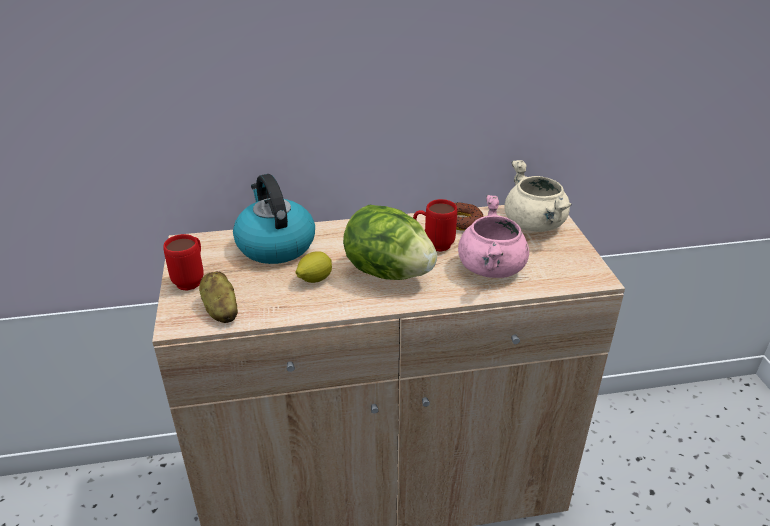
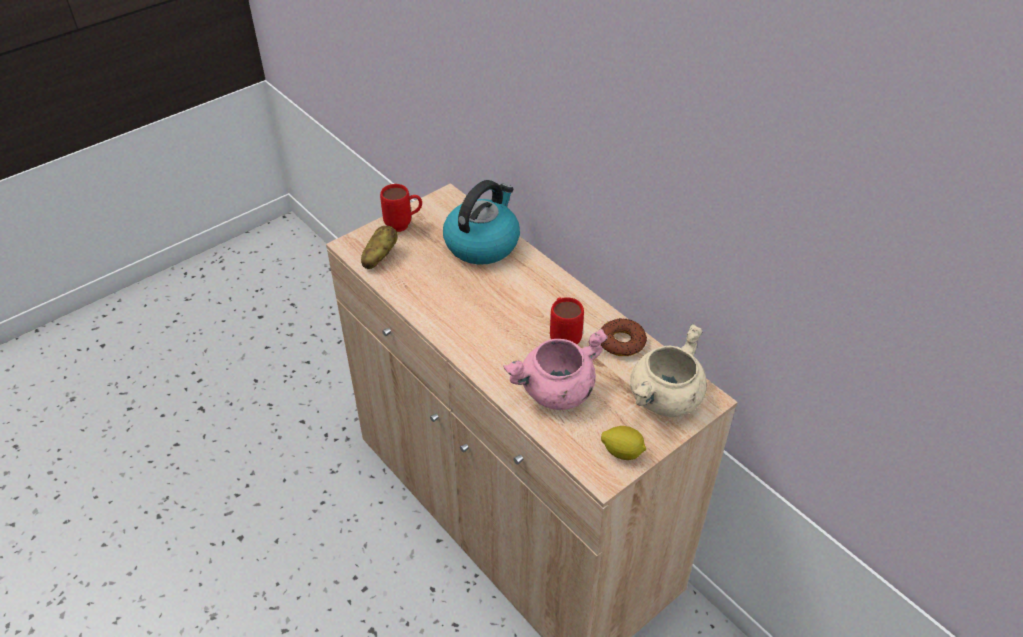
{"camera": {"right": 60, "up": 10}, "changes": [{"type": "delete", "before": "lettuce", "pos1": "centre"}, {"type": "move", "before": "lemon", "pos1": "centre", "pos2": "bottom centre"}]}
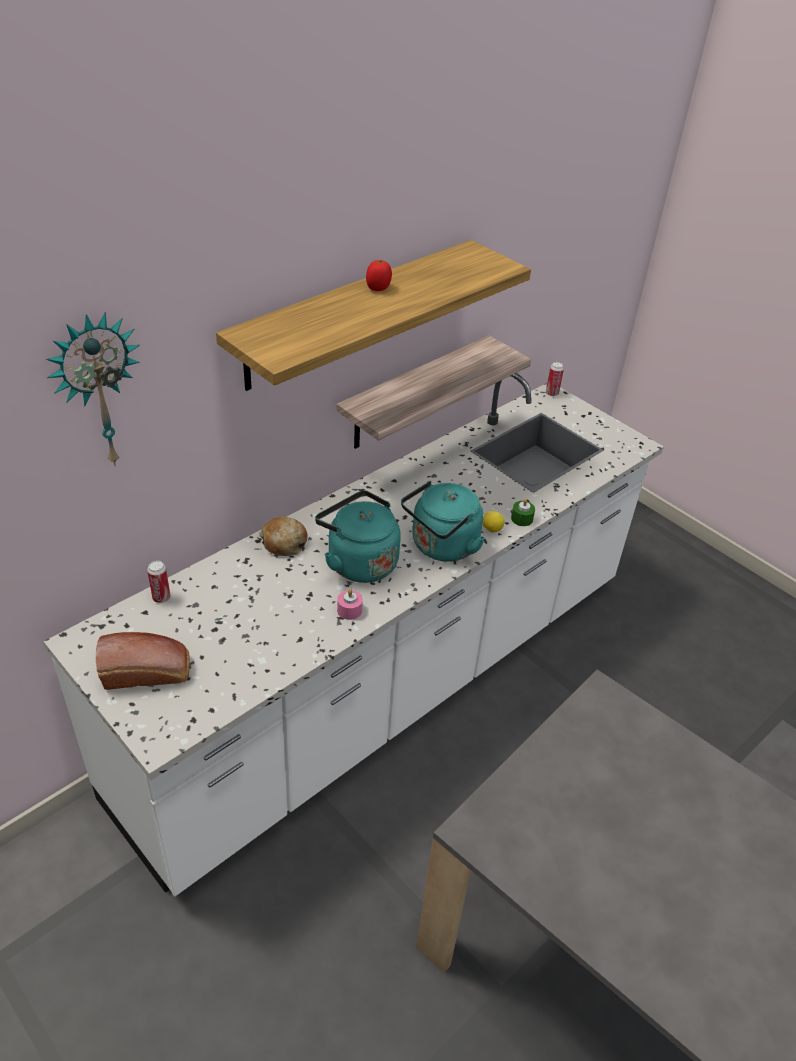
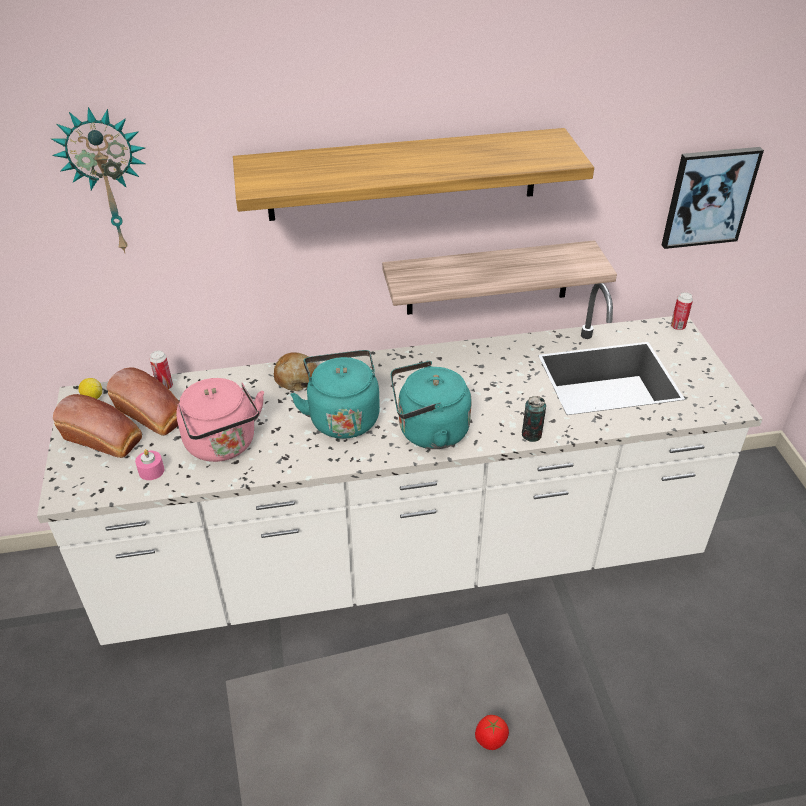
{"camera": {"right": 35, "up": 0}, "changes": [{"type": "move", "before": "tomato", "pos1": "top centre", "pos2": "bottom centre"}, {"type": "replace", "before": "green candle", "after": "can (2nd from left)", "pos1": "centre", "pos2": "centre"}, {"type": "move", "before": "lemon", "pos1": "centre", "pos2": "middle left"}, {"type": "move", "before": "pink candle", "pos1": "centre", "pos2": "middle left"}, {"type": "insert", "after": "picture", "pos2": "top right"}, {"type": "insert", "after": "bread (2nd from left)", "pos2": "middle left"}, {"type": "insert", "after": "pink kettle", "pos2": "middle left"}]}
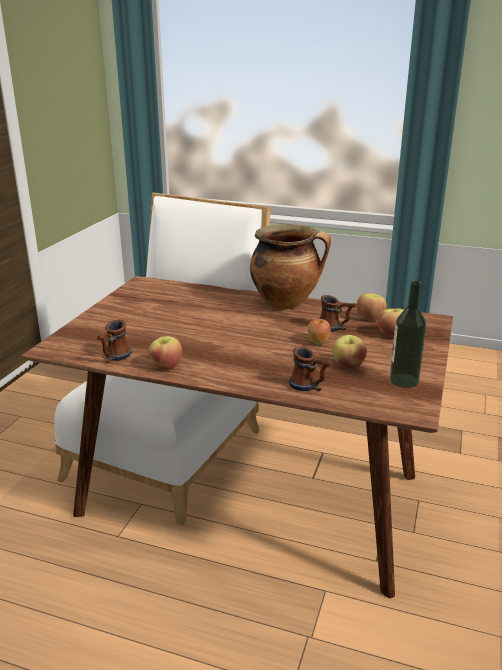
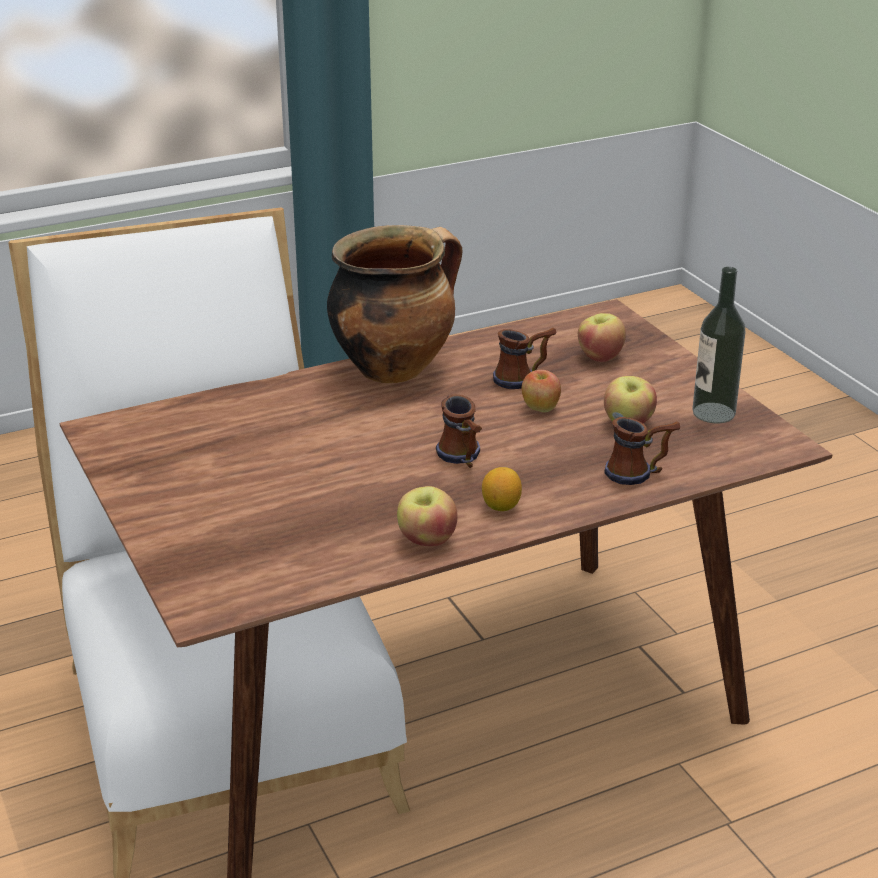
{"camera": {"right": -45, "up": 5}, "changes": [{"type": "delete", "before": "apple (4th from left)", "pos1": "middle right"}, {"type": "move", "before": "mug (1st from left)", "pos1": "middle left", "pos2": "centre"}, {"type": "insert", "after": "lemon", "pos2": "centre"}]}
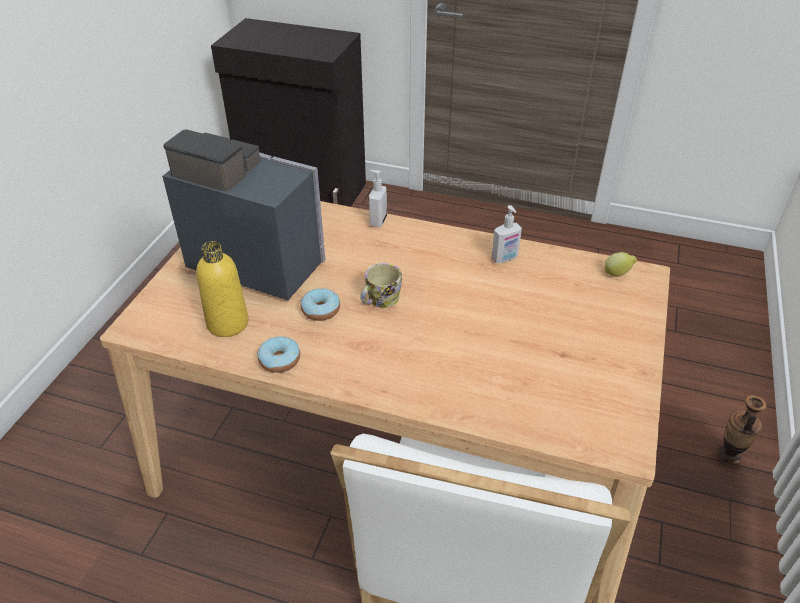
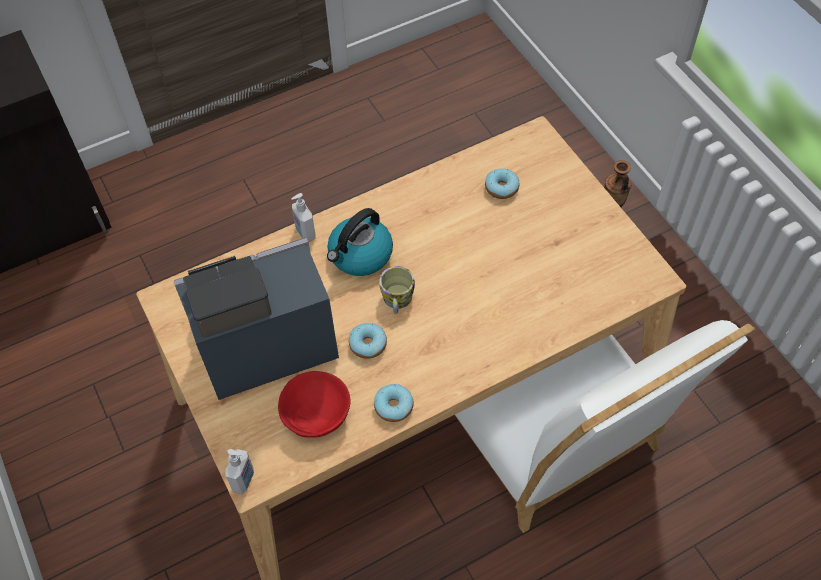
{"camera": {"right": -45, "up": 15}, "changes": [{"type": "move", "before": "soap dispenser (2nd from left in the first image)", "after": "soap dispenser (1st from left)", "pos1": "centre", "pos2": "bottom left"}, {"type": "replace", "before": "yellow bottle", "after": "red bowl", "pos1": "middle left", "pos2": "bottom centre"}, {"type": "delete", "before": "lemon", "pos1": "middle right"}, {"type": "insert", "after": "donut (3rd from left)", "pos2": "top centre"}, {"type": "insert", "after": "kettle", "pos2": "centre"}]}
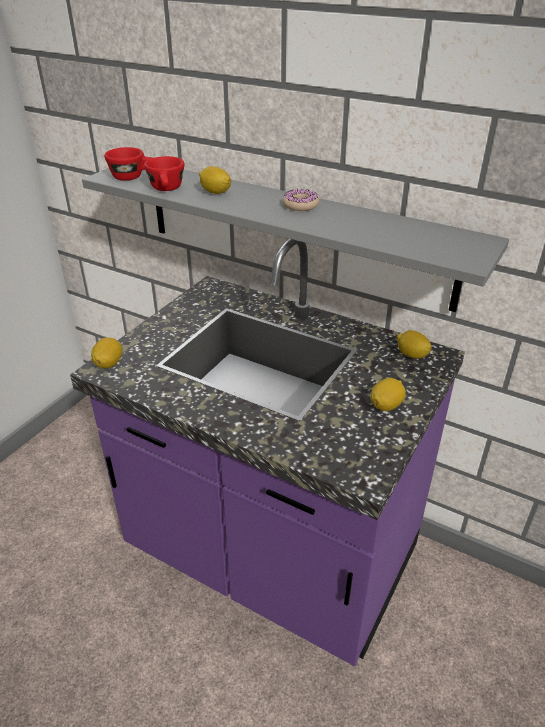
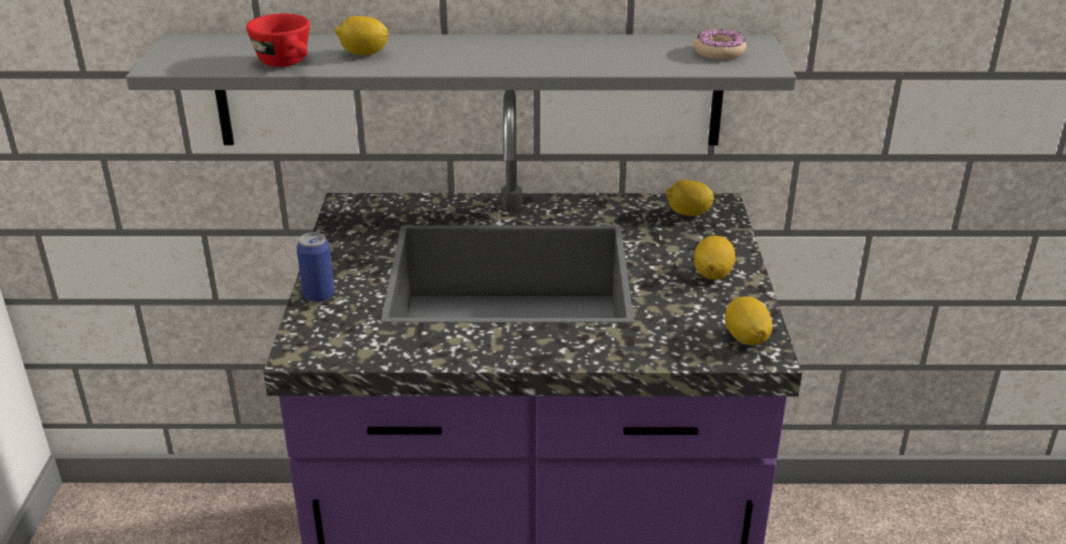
{"camera": {"right": -30, "up": -5}, "changes": [{"type": "delete", "before": "red cup (1st from left)", "pos1": "top left"}, {"type": "move", "before": "donut", "pos1": "top centre", "pos2": "top right"}, {"type": "move", "before": "lemon (1st from left in the first image)", "after": "lemon (4th from left)", "pos1": "middle left", "pos2": "middle right"}, {"type": "insert", "after": "can", "pos2": "middle left"}]}
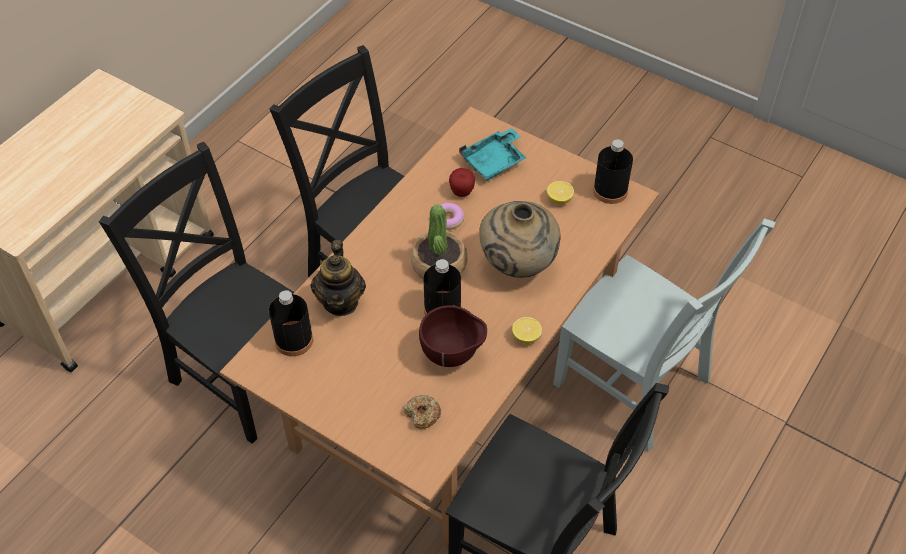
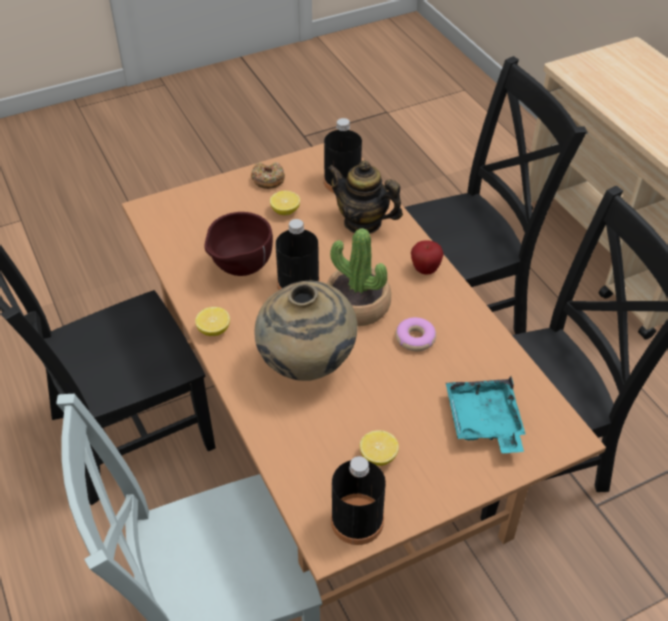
{"camera": {"right": 120, "up": -5}, "changes": [{"type": "move", "before": "apple", "pos1": "top centre", "pos2": "centre"}, {"type": "move", "before": "donut (1st from left)", "pos1": "bottom centre", "pos2": "top centre"}, {"type": "insert", "after": "lemon (2nd from left)", "pos2": "top centre"}]}
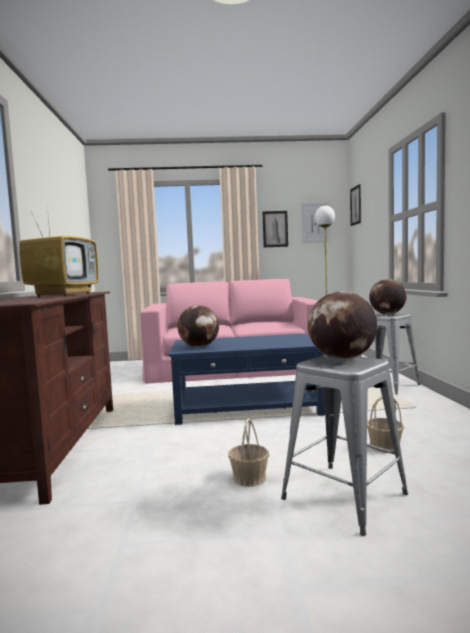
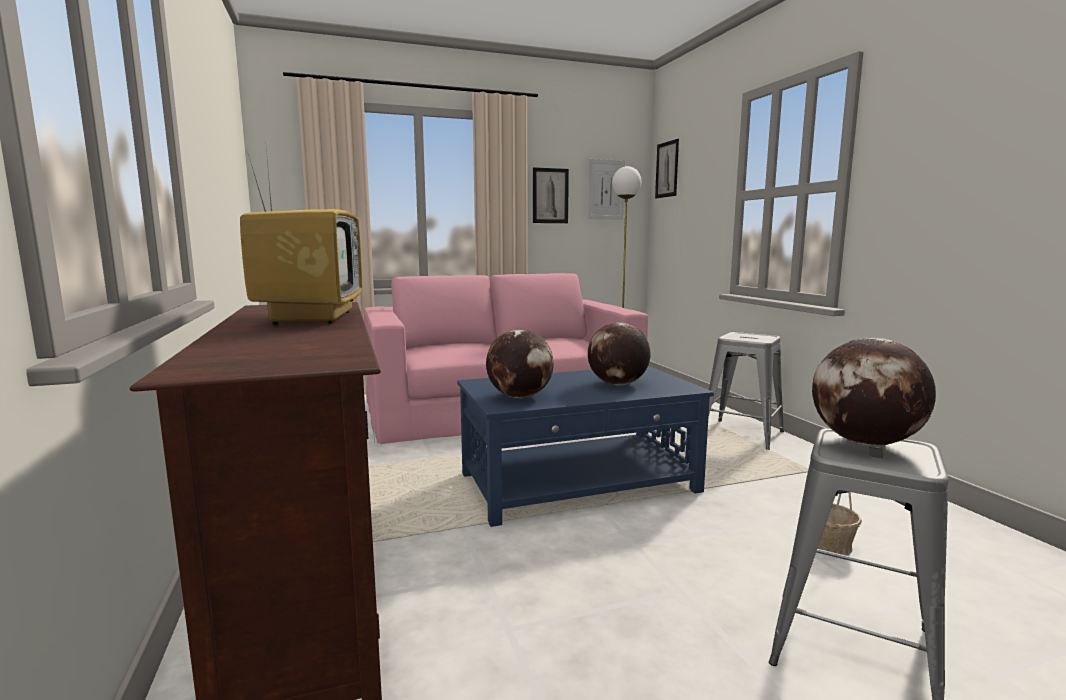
{"camera": {"right": -15, "up": 5}, "changes": [{"type": "move", "before": "globe (3rd from left in the first image)", "after": "globe (2nd from left)", "pos1": "middle right", "pos2": "centre"}, {"type": "delete", "before": "basket (1st from left)", "pos1": "bottom centre"}]}
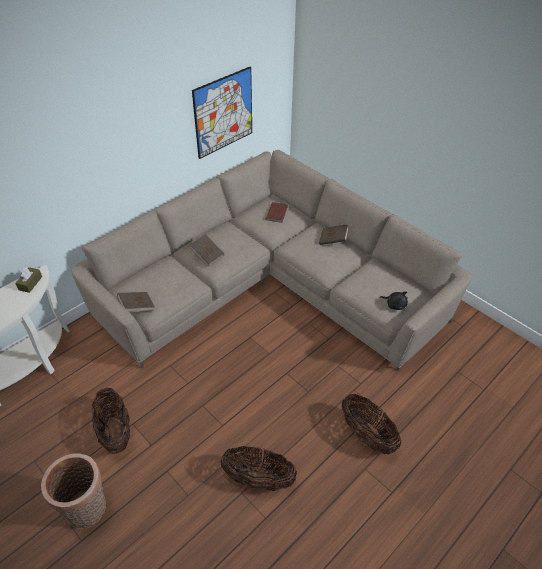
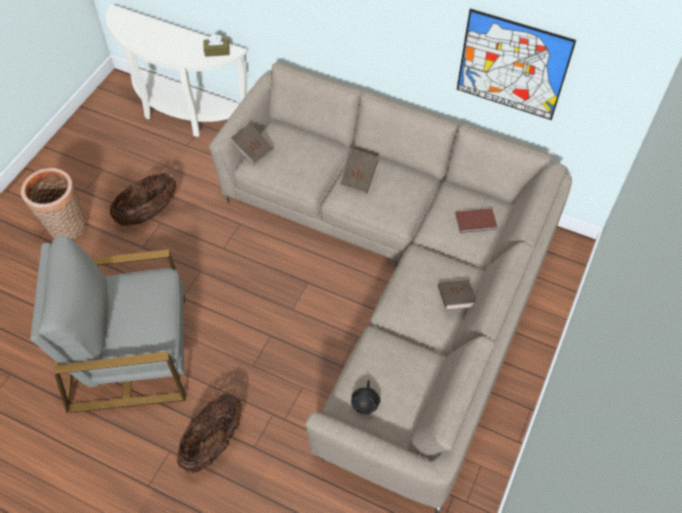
{"camera": {"right": 70, "up": 10}, "changes": [{"type": "replace", "before": "basket (3rd from left)", "after": "grey armchair", "pos1": "bottom centre", "pos2": "middle left"}]}
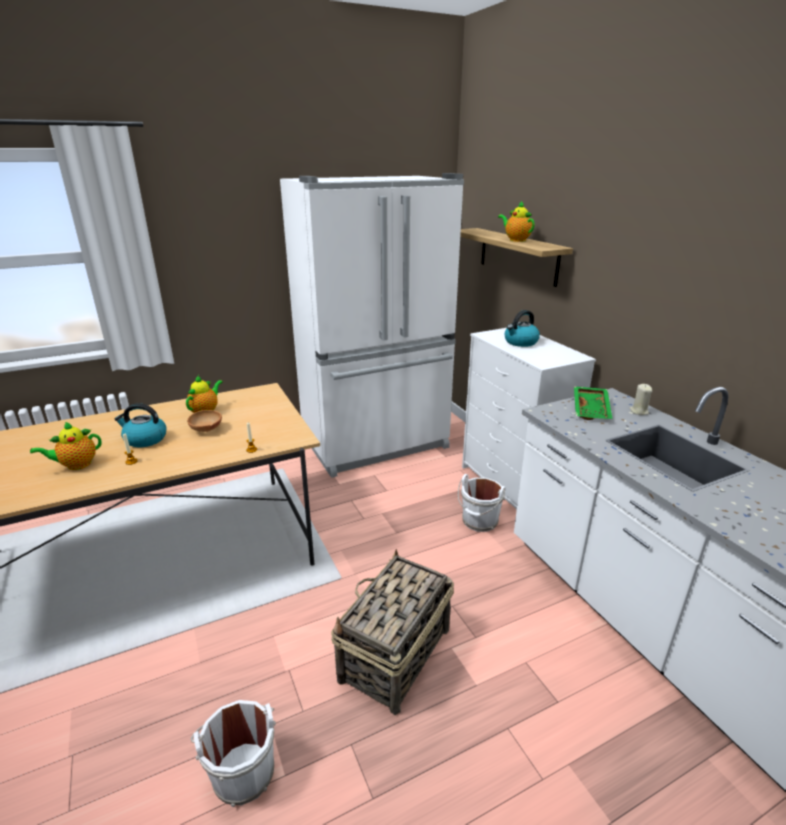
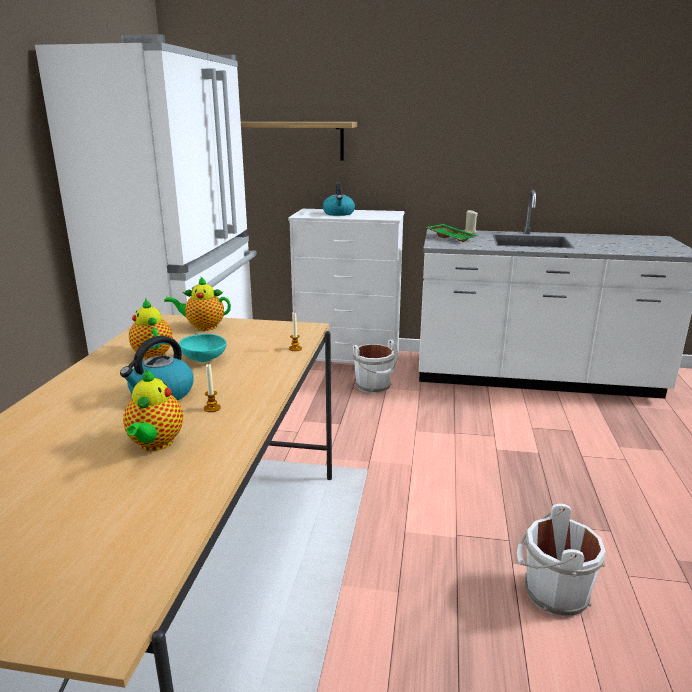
{"camera": {"right": -55, "up": -5}, "changes": [{"type": "move", "before": "teapot (3rd from left)", "pos1": "top centre", "pos2": "middle left"}, {"type": "recolor", "before": "brown bowl", "after": "turquoise bowl", "pos1": "middle left", "pos2": "middle left"}, {"type": "delete", "before": "basket", "pos1": "bottom centre"}]}
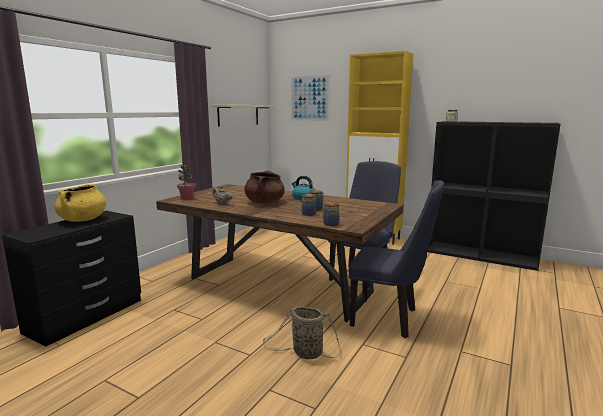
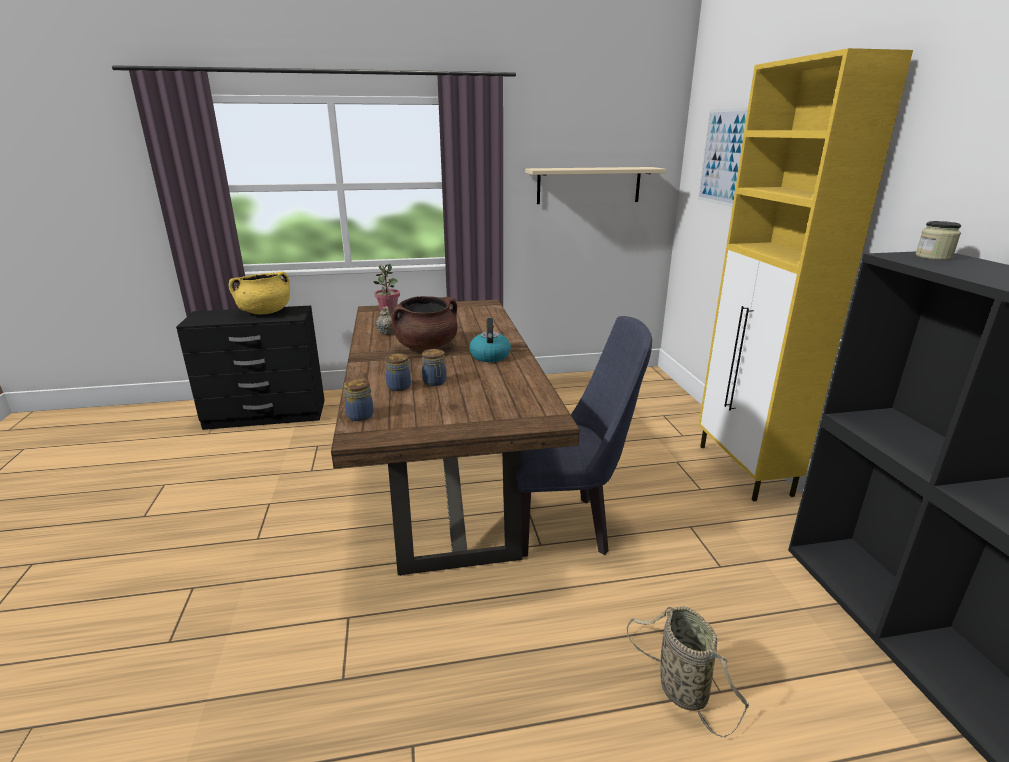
{"camera": {"right": 50, "up": 10}, "changes": [{"type": "delete", "before": "blue chair (2nd from left)", "pos1": "centre"}, {"type": "move", "before": "basket", "pos1": "bottom centre", "pos2": "bottom right"}]}
